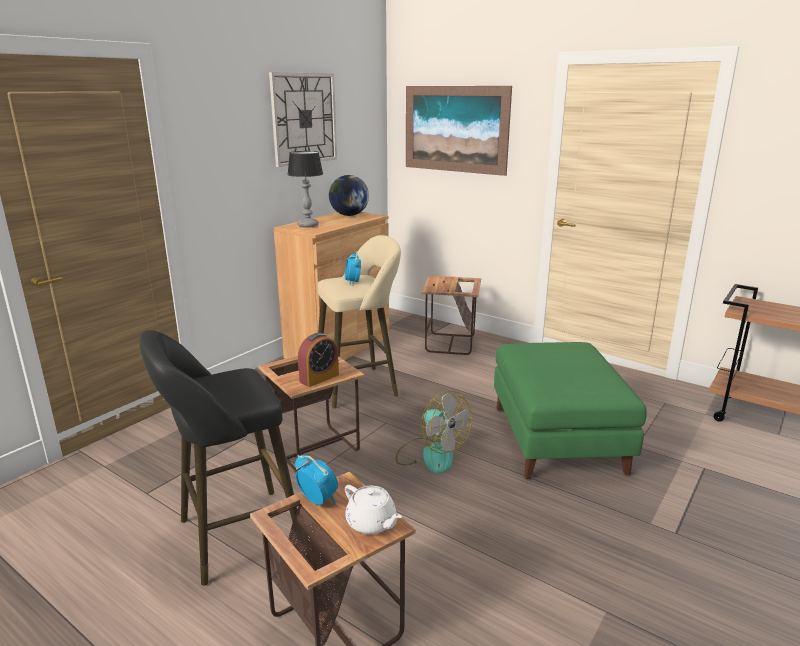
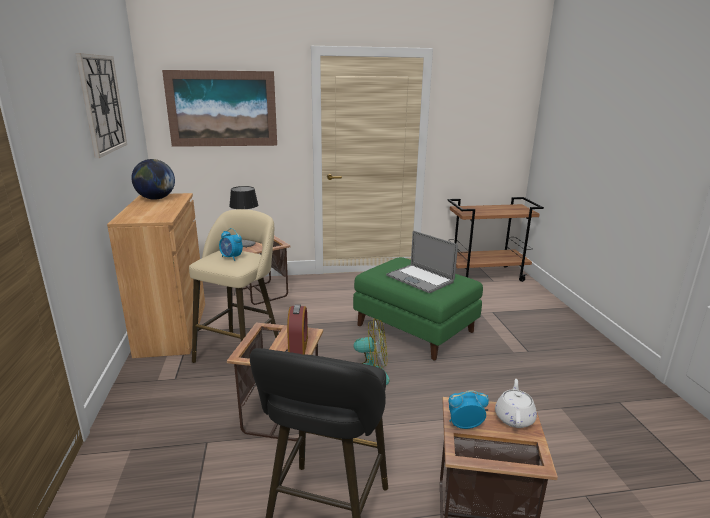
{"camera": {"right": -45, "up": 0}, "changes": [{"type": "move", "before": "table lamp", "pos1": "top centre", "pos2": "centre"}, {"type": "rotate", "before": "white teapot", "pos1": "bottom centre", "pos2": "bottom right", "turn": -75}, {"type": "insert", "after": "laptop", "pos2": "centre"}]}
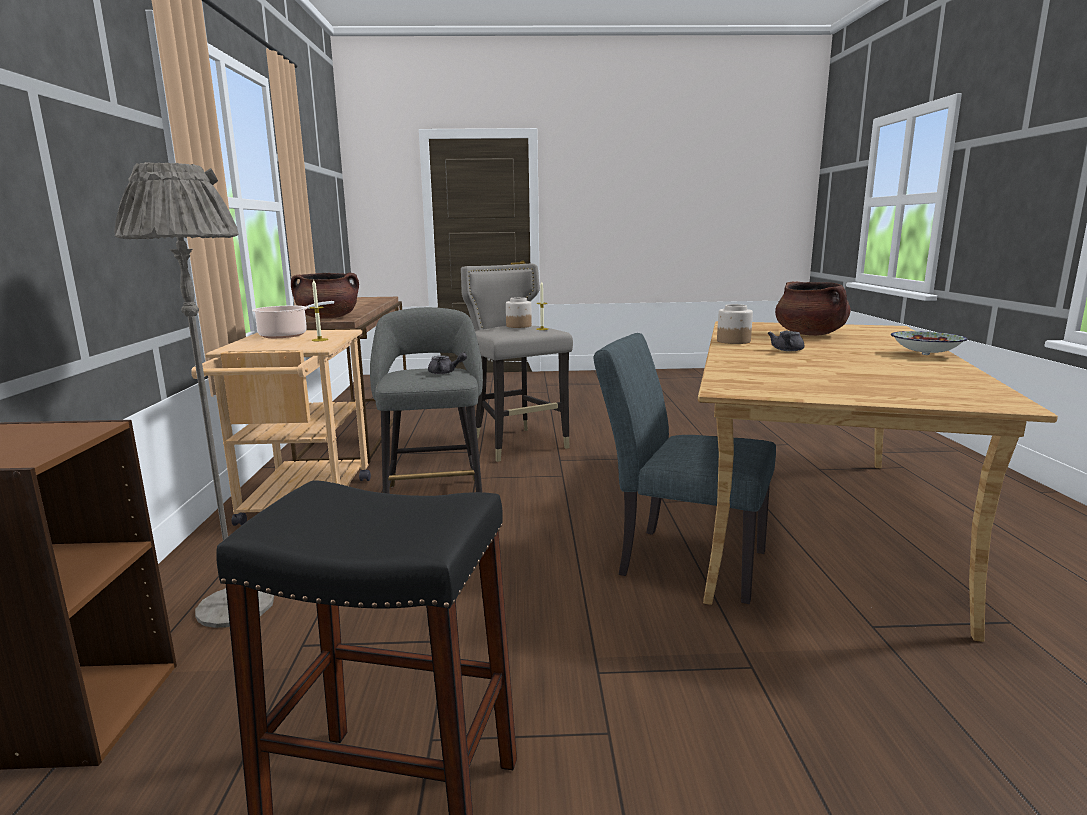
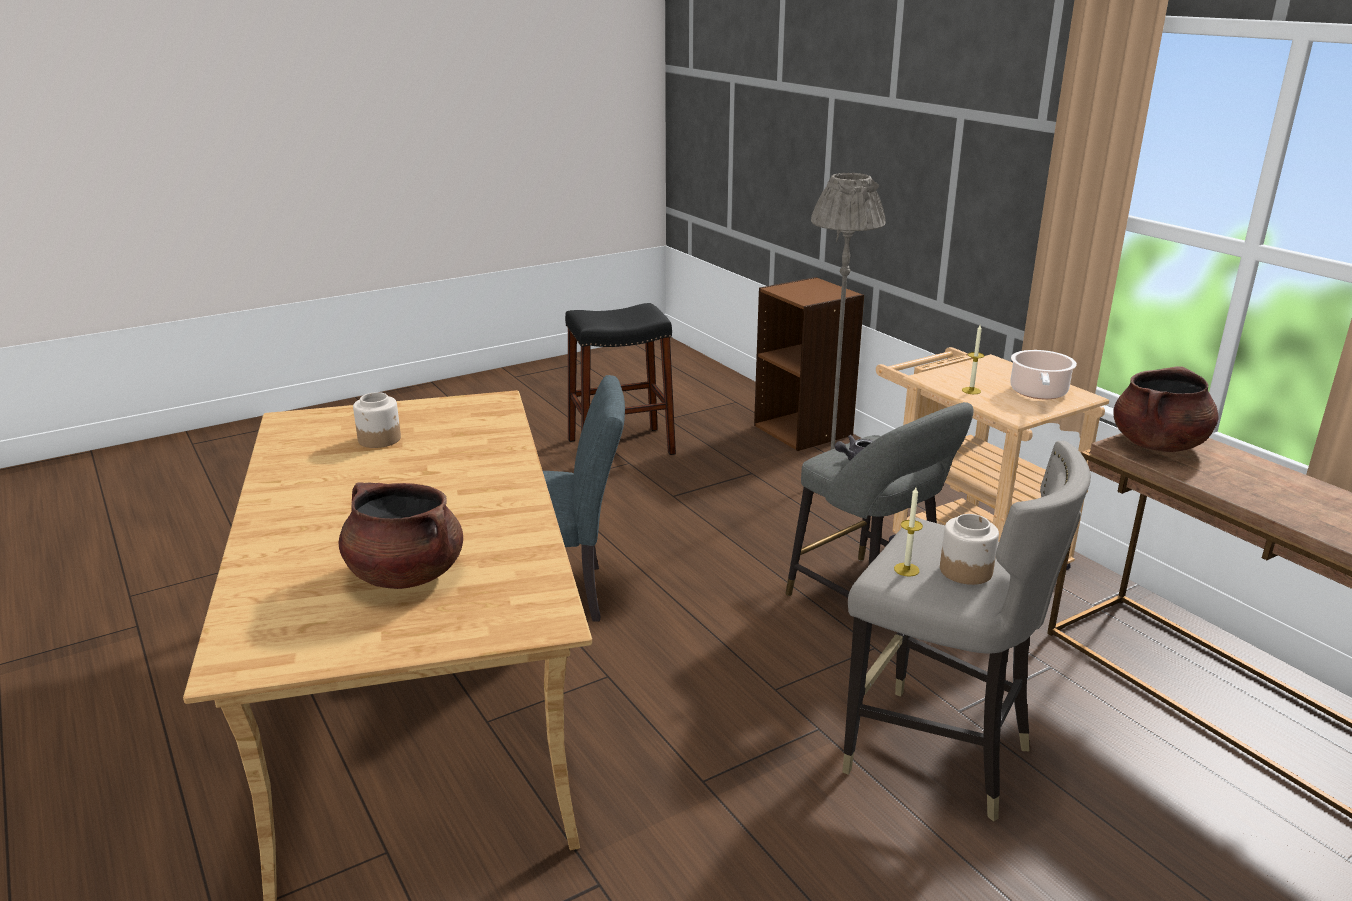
{"camera": {"right": 150, "up": 10}, "changes": [{"type": "move", "before": "jar (2nd from left in the first image)", "after": "jar (1st from left)", "pos1": "middle right", "pos2": "middle left"}, {"type": "delete", "before": "grey teapot (2nd from left)", "pos1": "middle right"}, {"type": "delete", "before": "bowl", "pos1": "middle right"}]}
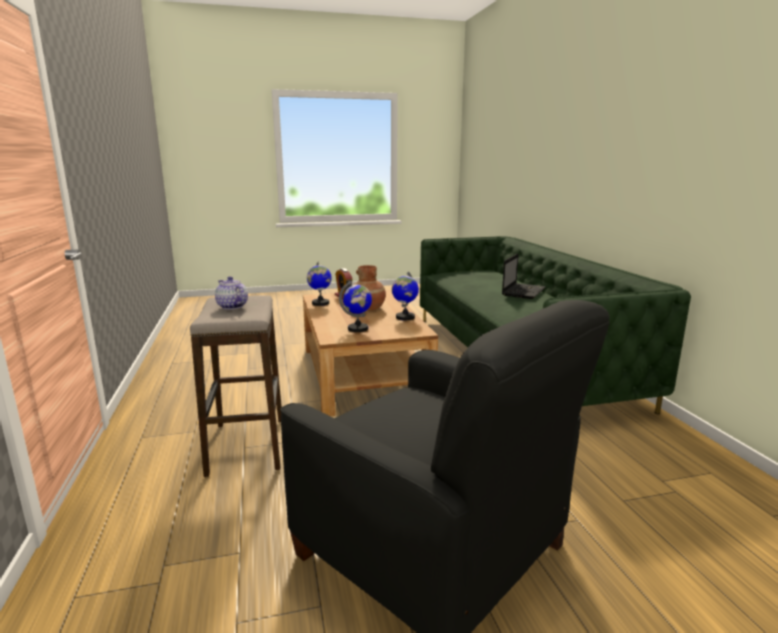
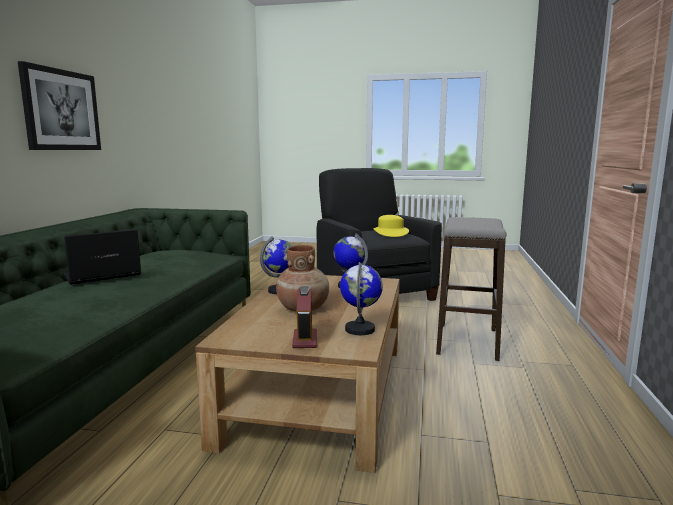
{"camera": {"right": -155, "up": -5}, "changes": [{"type": "delete", "before": "teapot", "pos1": "middle left"}, {"type": "insert", "after": "picture", "pos2": "top left"}, {"type": "insert", "after": "yellow hat", "pos2": "centre"}]}
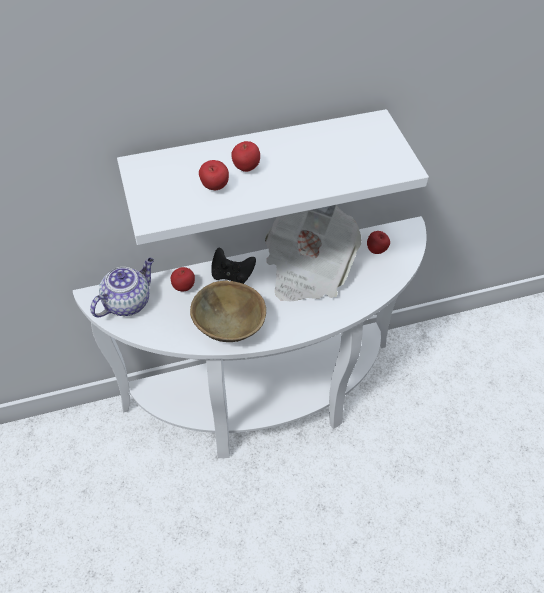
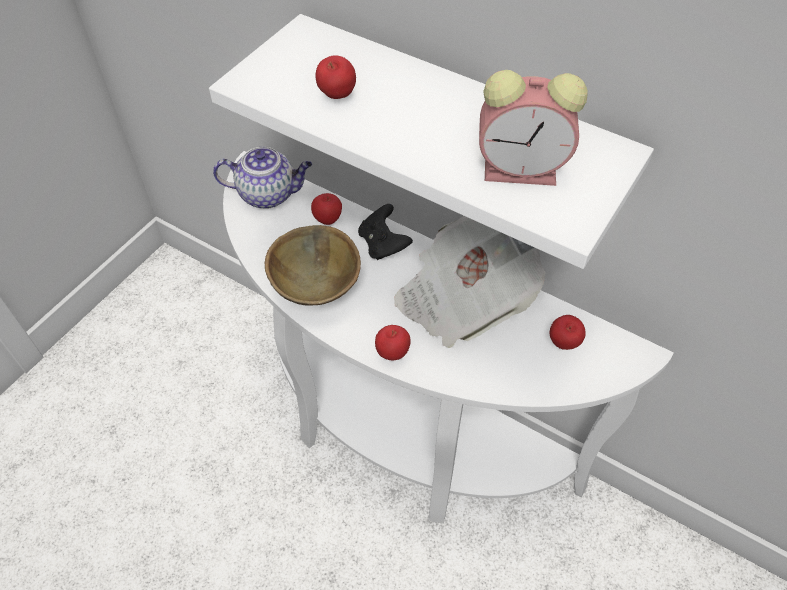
{"camera": {"right": 50, "up": 0}, "changes": [{"type": "move", "before": "apple (3rd from left)", "pos1": "top centre", "pos2": "centre"}, {"type": "insert", "after": "alarm clock", "pos2": "top right"}]}
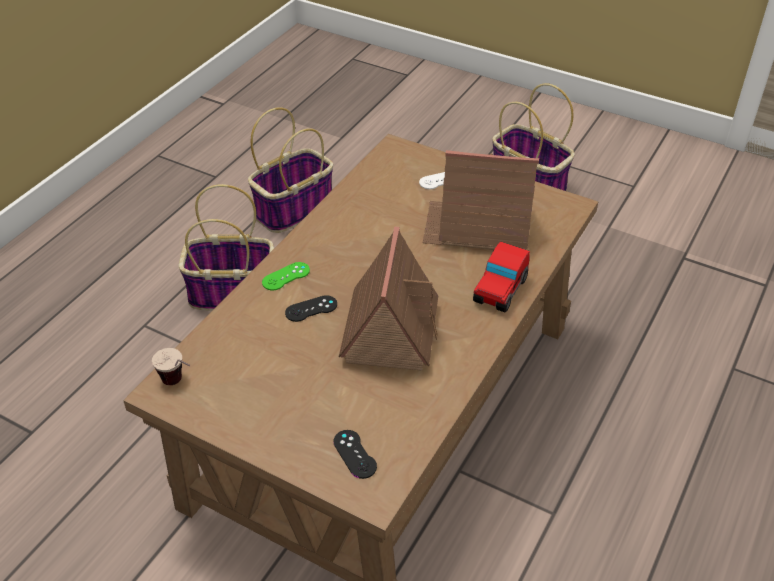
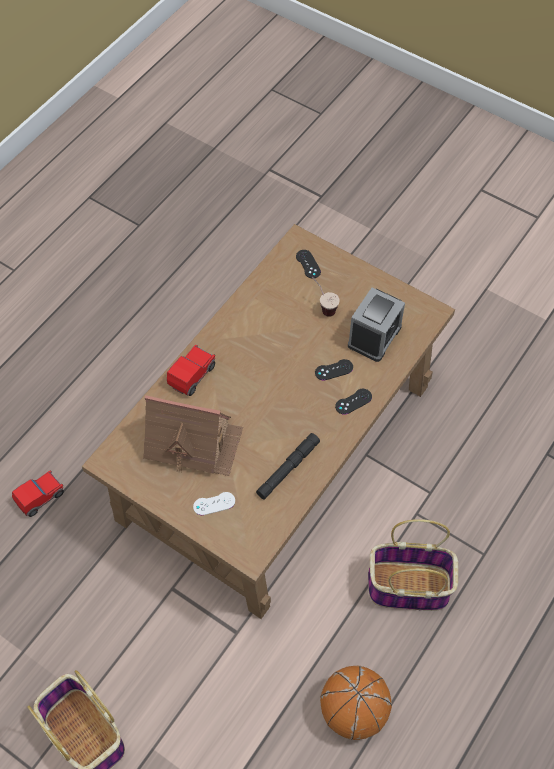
{"camera": {"right": -175, "up": 15}, "changes": [{"type": "replace", "before": "basket (2nd from left)", "after": "basketball", "pos1": "top centre", "pos2": "bottom centre"}, {"type": "delete", "before": "toy house (1st from left)", "pos1": "centre"}, {"type": "recolor", "before": "green game controller", "after": "black game controller (3rd from left)", "pos1": "centre", "pos2": "centre"}, {"type": "move", "before": "cup", "pos1": "middle left", "pos2": "centre"}, {"type": "insert", "after": "alarm clock", "pos2": "middle right"}, {"type": "insert", "after": "black flashlight", "pos2": "centre"}, {"type": "insert", "after": "toy car (1st from left)", "pos2": "middle left"}]}
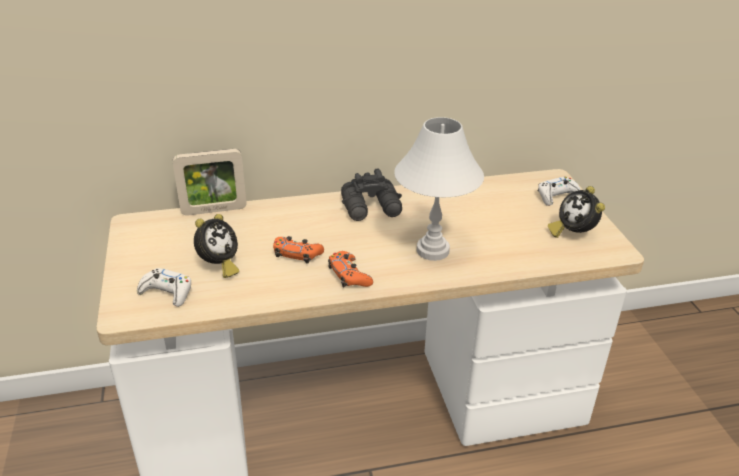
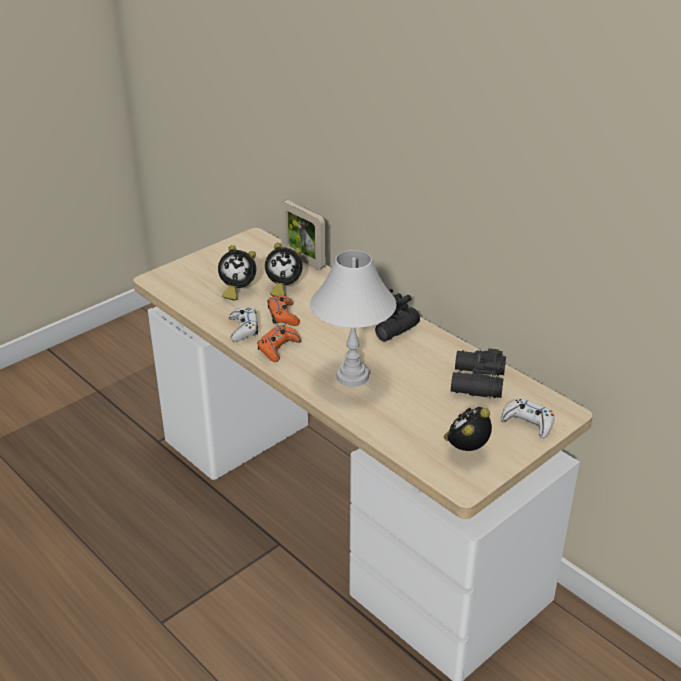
{"camera": {"right": 60, "up": 0}, "changes": [{"type": "move", "before": "white game controller (1st from left)", "pos1": "middle left", "pos2": "centre"}, {"type": "insert", "after": "alarm clock (2nd from left)", "pos2": "centre"}, {"type": "insert", "after": "black binoculars (2nd from left)", "pos2": "middle right"}]}
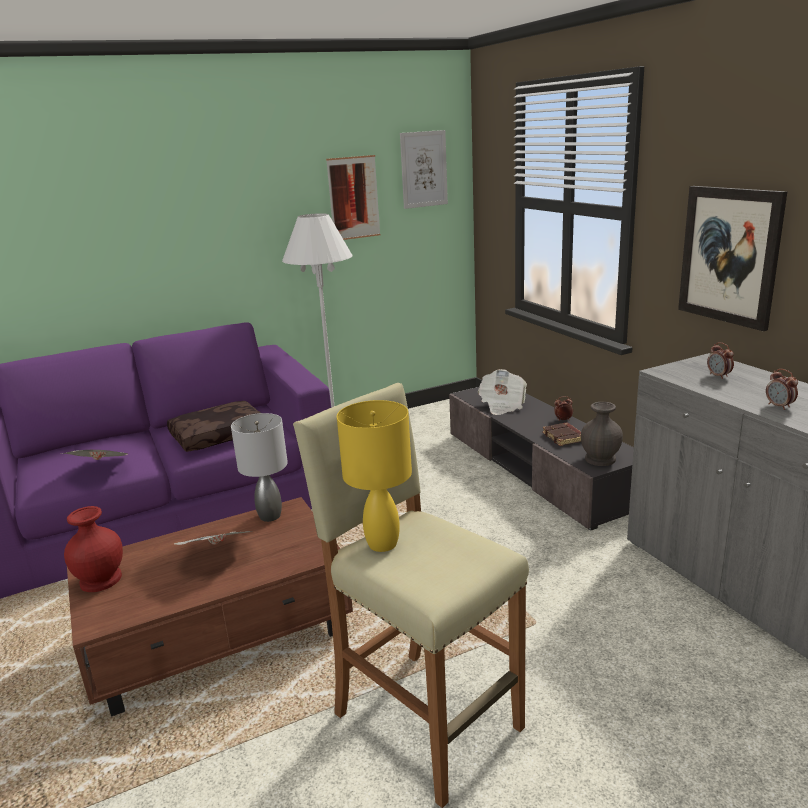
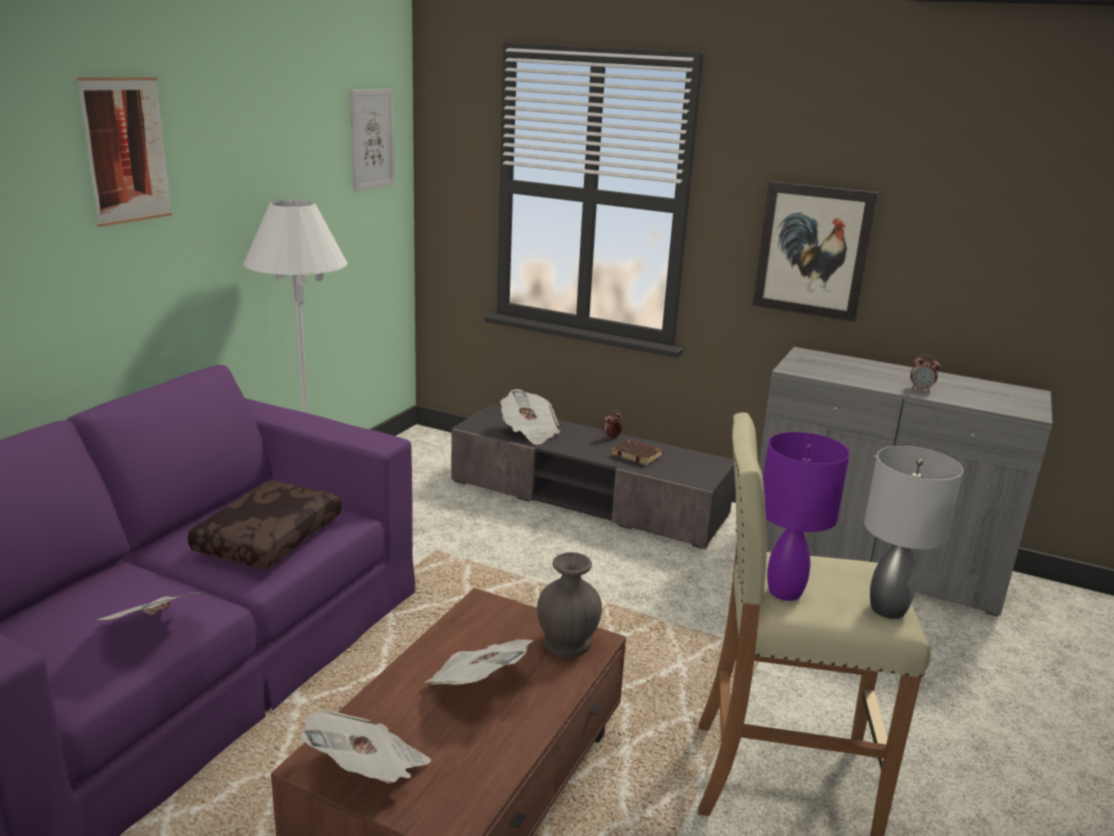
{"camera": {"right": -40, "up": 0}, "changes": [{"type": "move", "before": "picture (1st from left)", "pos1": "top centre", "pos2": "top left"}, {"type": "delete", "before": "alarm clock (2nd from left)", "pos1": "middle right"}, {"type": "recolor", "before": "yellow table lamp", "after": "purple table lamp", "pos1": "centre", "pos2": "middle right"}, {"type": "move", "before": "grey vase", "pos1": "middle right", "pos2": "bottom centre"}, {"type": "move", "before": "grey table lamp", "pos1": "middle left", "pos2": "middle right"}, {"type": "replace", "before": "red vase", "after": "newspaper (2nd from left)", "pos1": "bottom left", "pos2": "bottom left"}]}
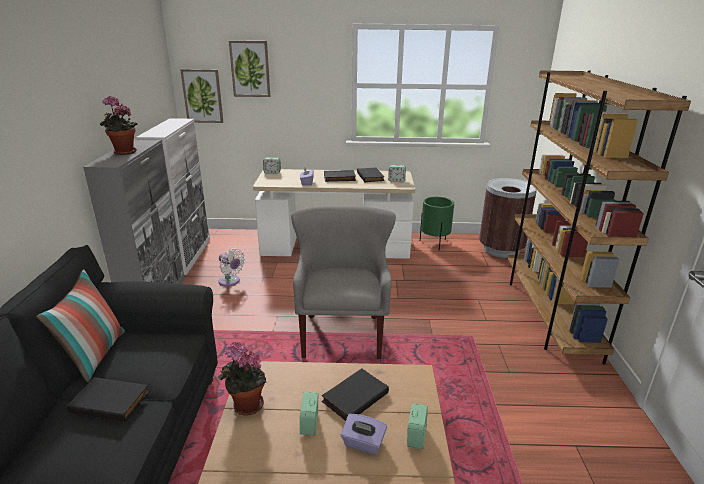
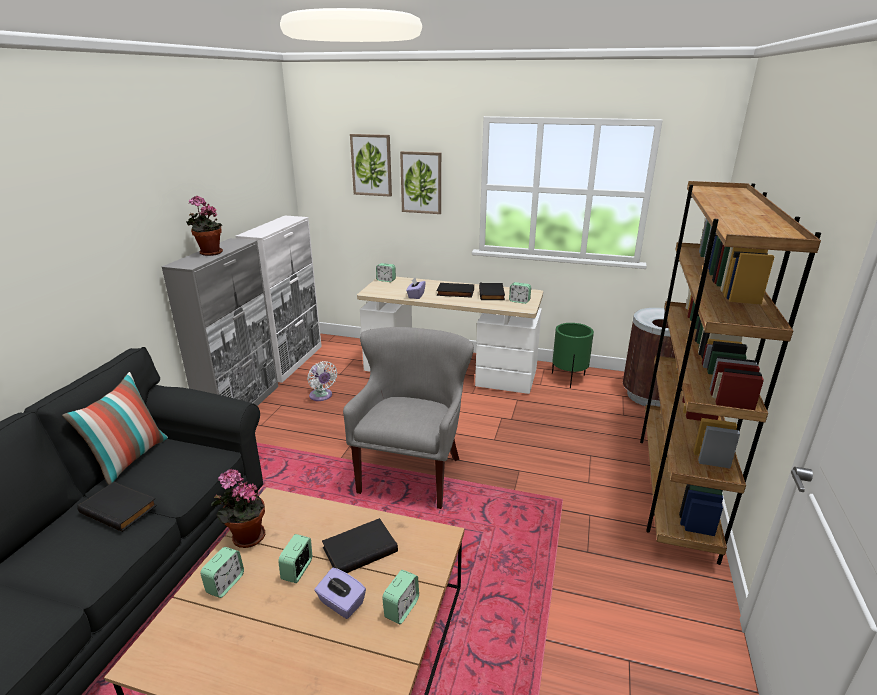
{"camera": {"right": 15, "up": 0}, "changes": [{"type": "move", "before": "picture (1st from left in the first image)", "after": "picture (2nd from left)", "pos1": "top left", "pos2": "top centre"}, {"type": "insert", "after": "alarm clock (1st from left)", "pos2": "bottom left"}]}
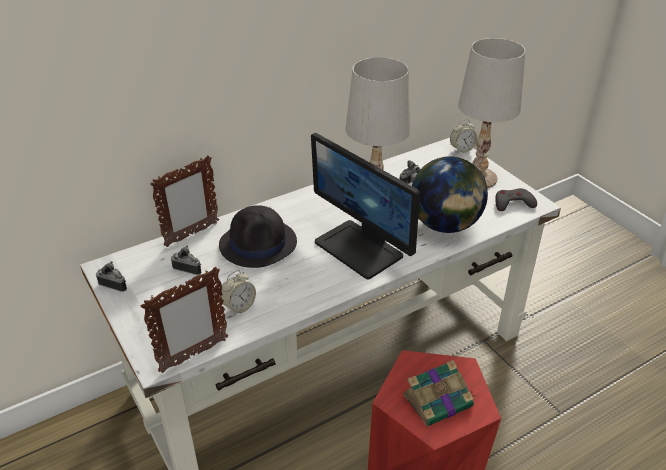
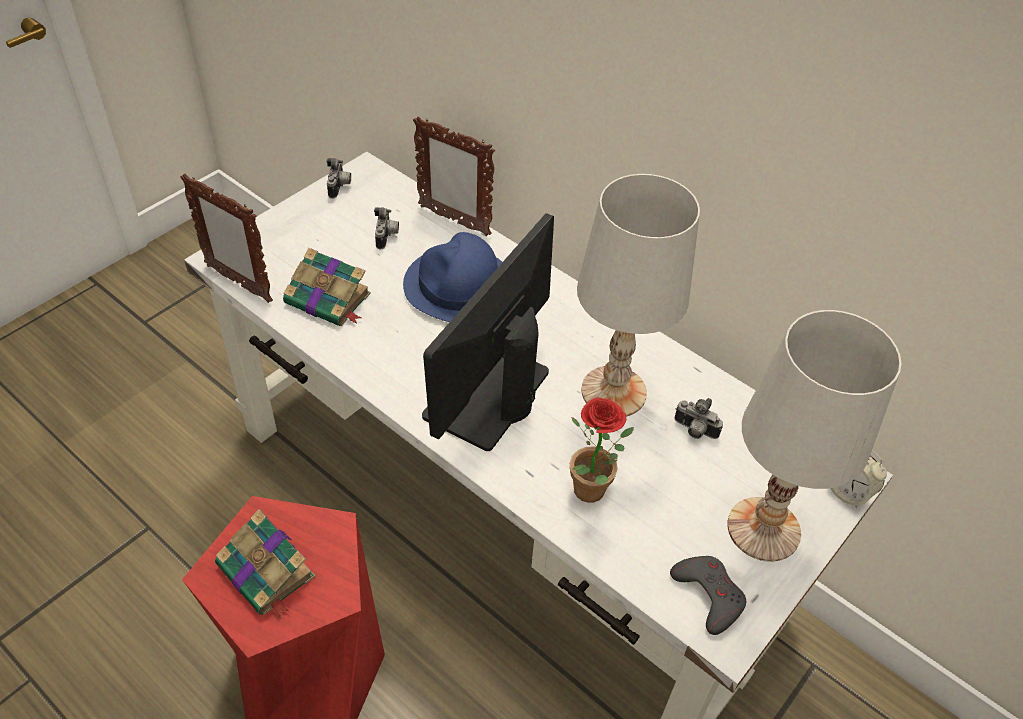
{"camera": {"right": 70, "up": 10}, "changes": [{"type": "replace", "before": "globe", "after": "potted plant", "pos1": "middle right", "pos2": "centre"}, {"type": "recolor", "before": "black hat", "after": "blue hat", "pos1": "centre", "pos2": "centre"}, {"type": "replace", "before": "alarm clock (1st from left)", "after": "book (2nd from left)", "pos1": "centre", "pos2": "middle left"}]}
